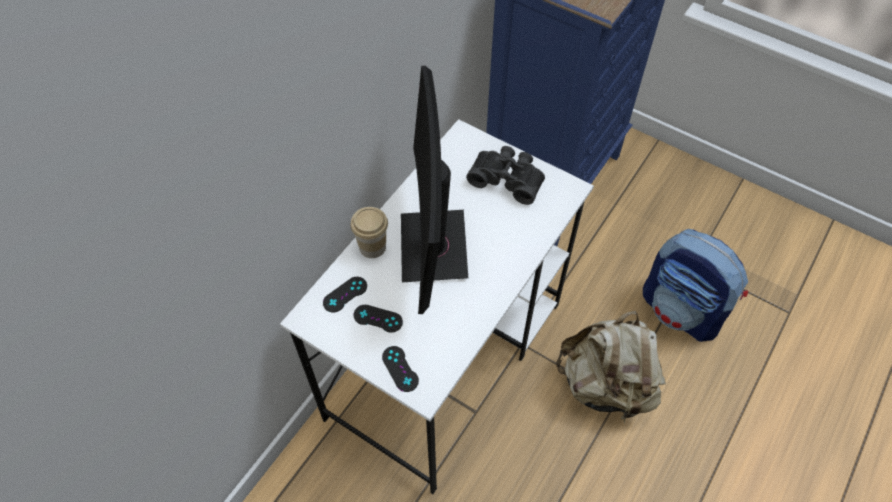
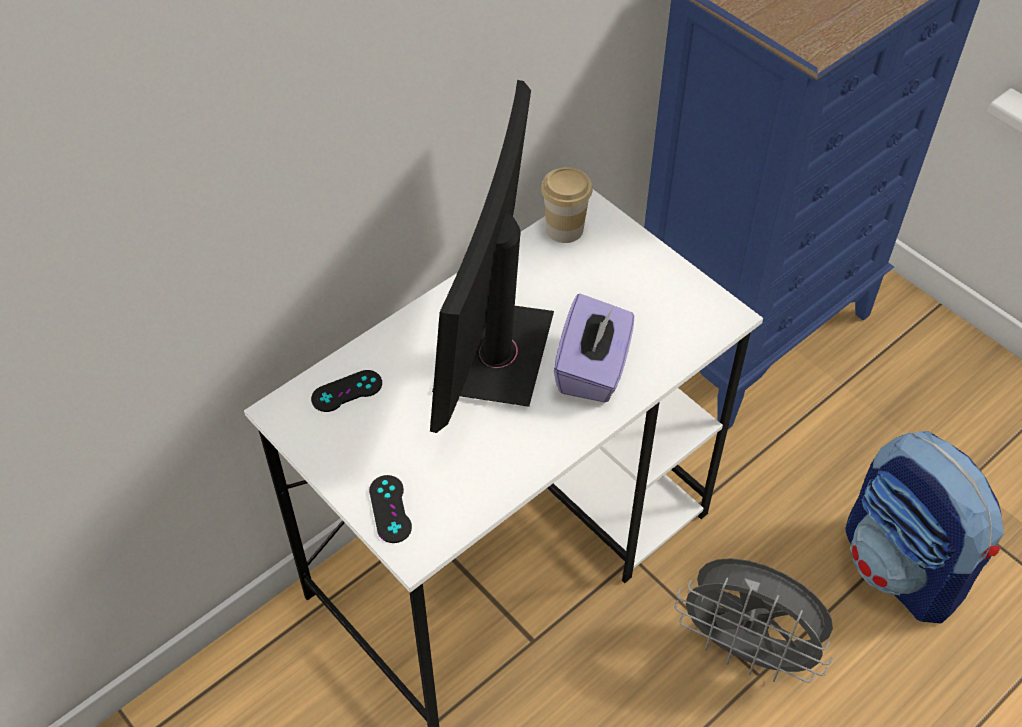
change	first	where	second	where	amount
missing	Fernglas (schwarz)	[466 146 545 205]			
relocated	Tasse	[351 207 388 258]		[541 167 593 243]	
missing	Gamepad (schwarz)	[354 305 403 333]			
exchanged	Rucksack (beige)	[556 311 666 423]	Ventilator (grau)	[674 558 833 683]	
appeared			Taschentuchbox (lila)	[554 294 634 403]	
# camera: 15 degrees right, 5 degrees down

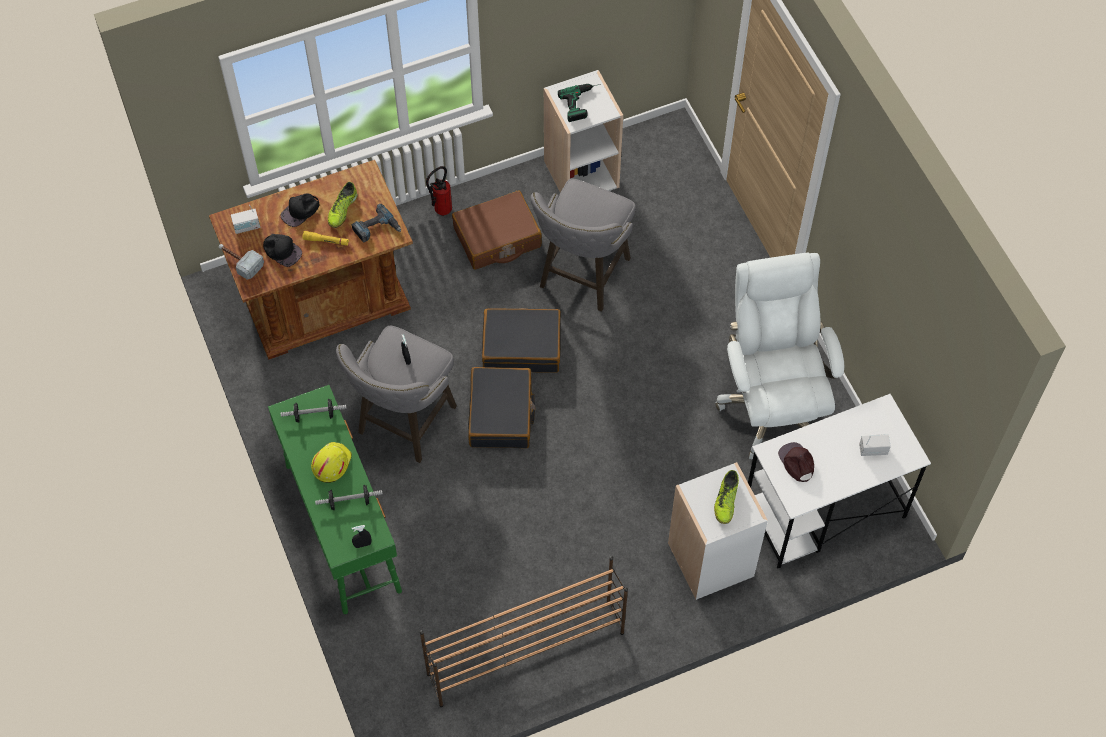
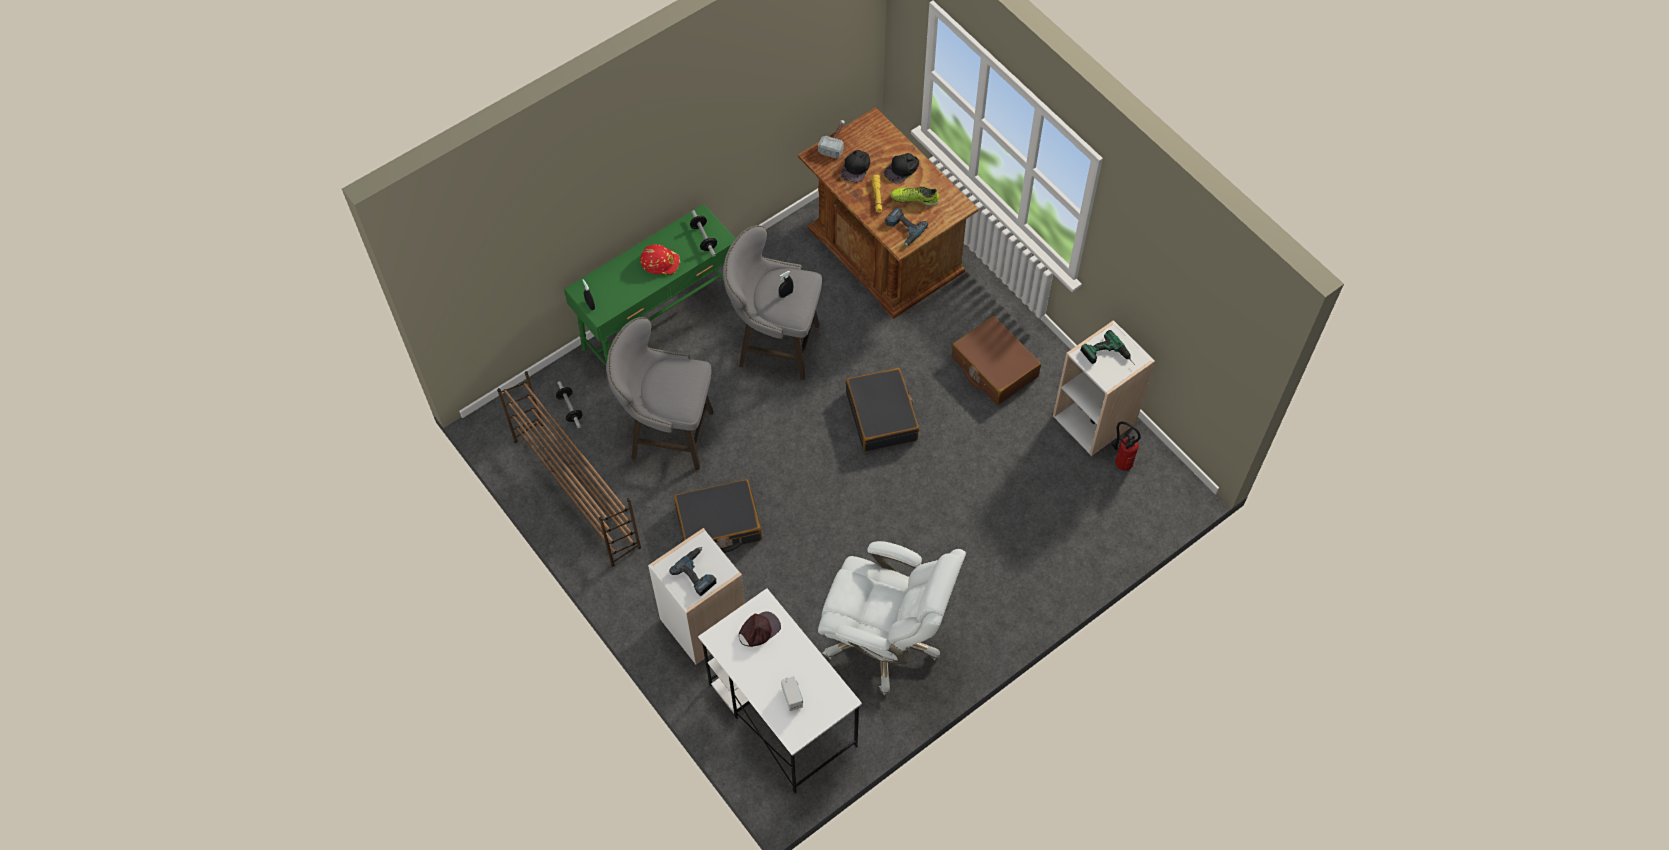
change	first	where	second	where	amount
relocated	Feuerlöscher	[426 166 452 216]		[1112 422 1141 470]	
relocated	Hocker (grau)	[531 179 635 312]		[606 317 714 470]	
spun	Kappe (schwarz)	[281 193 320 227]		[884 153 919 183]	75 degrees counterclockwise
missing	Radio	[231 205 260 234]			
spun	Bürostuhl (weiß)	[715 253 844 460]		[818 541 966 695]	45 degrees clockwise
relocated	Koffer (schwarz)	[468 367 535 448]		[674 479 762 553]	
colour	Schutzhelm (gelb)	[311 442 352 483]	Schutzhelm (rot)	[640 244 680 275]	
exchanged	Schuh	[714 470 739 524]	Bohrmaschine	[669 547 717 596]	
relocated	Hantel	[315 485 383 510]		[556 381 583 428]	
# camera: 75 degrees right, 0 degrees up

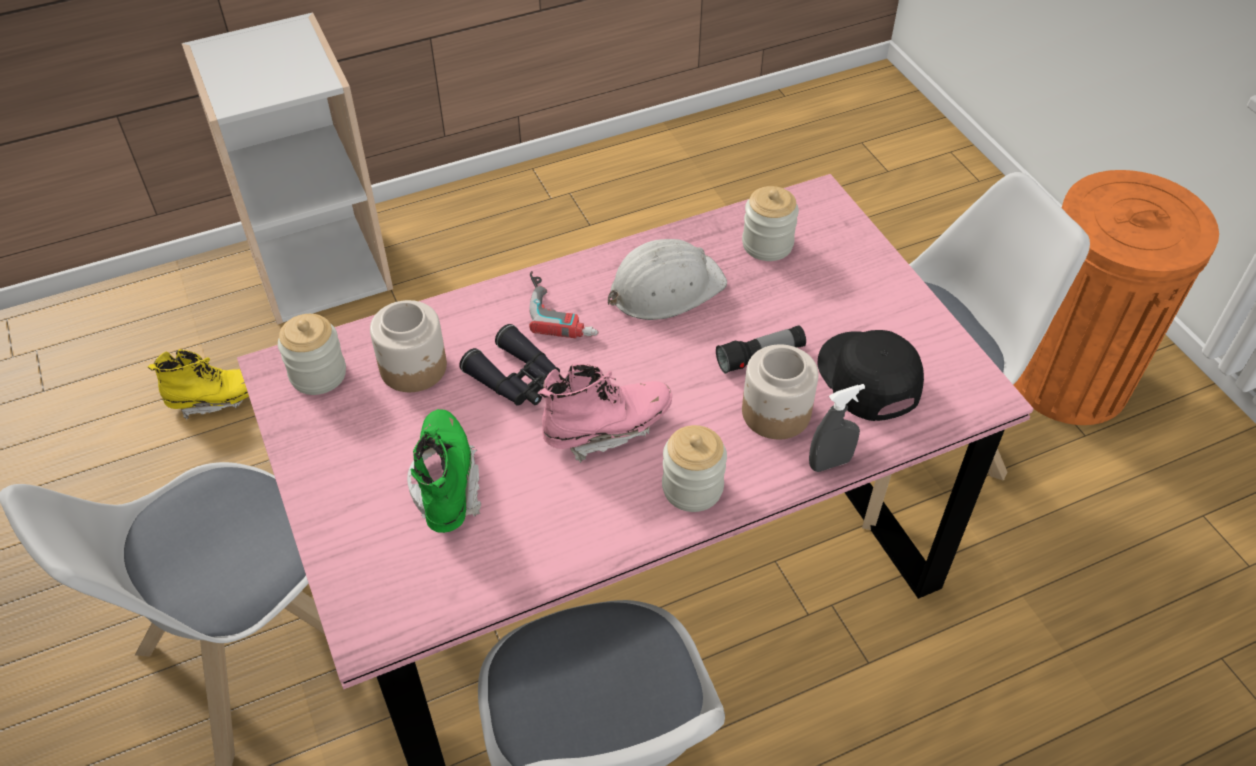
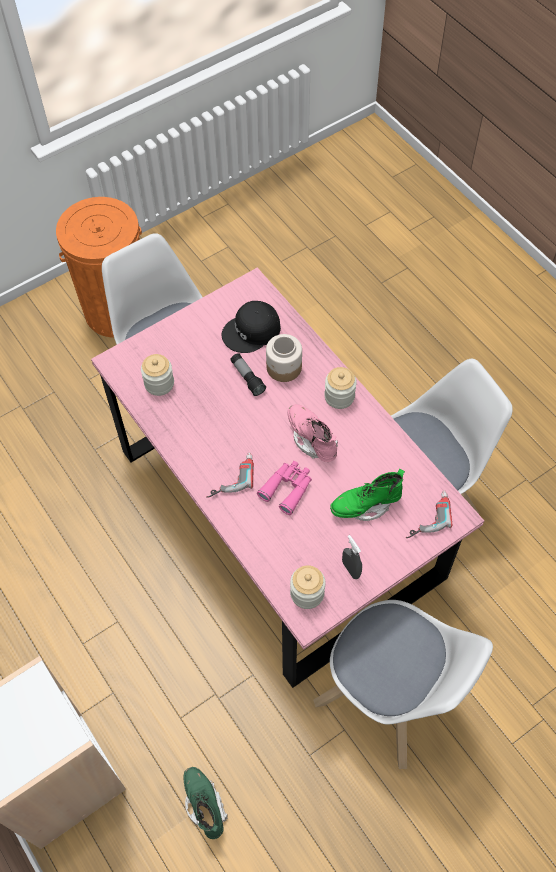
change	first	where	second	where	amount
missing	Schutzhelm (weiß)	[608 239 727 320]			
missing	Vorratsglas	[370 300 447 392]			
colour	Fernglas (schwarz)	[459 324 560 406]	Fernglas (rosa)	[257 461 312 515]	
colour	Stiefel (gelb)	[148 349 249 420]	Stiefel (grün)	[183 767 228 839]	
relocated	Sprühflasche (grau)	[809 384 865 472]		[342 535 362 579]	
appeared			Bohrmaschine	[406 490 453 538]	
# camera: 100 degrees left, 10 degrees up

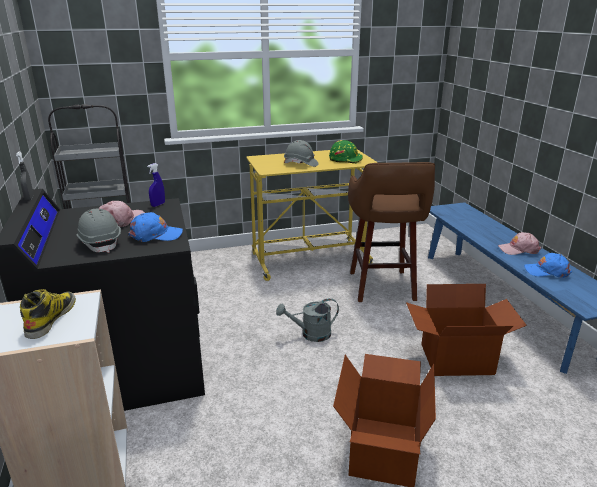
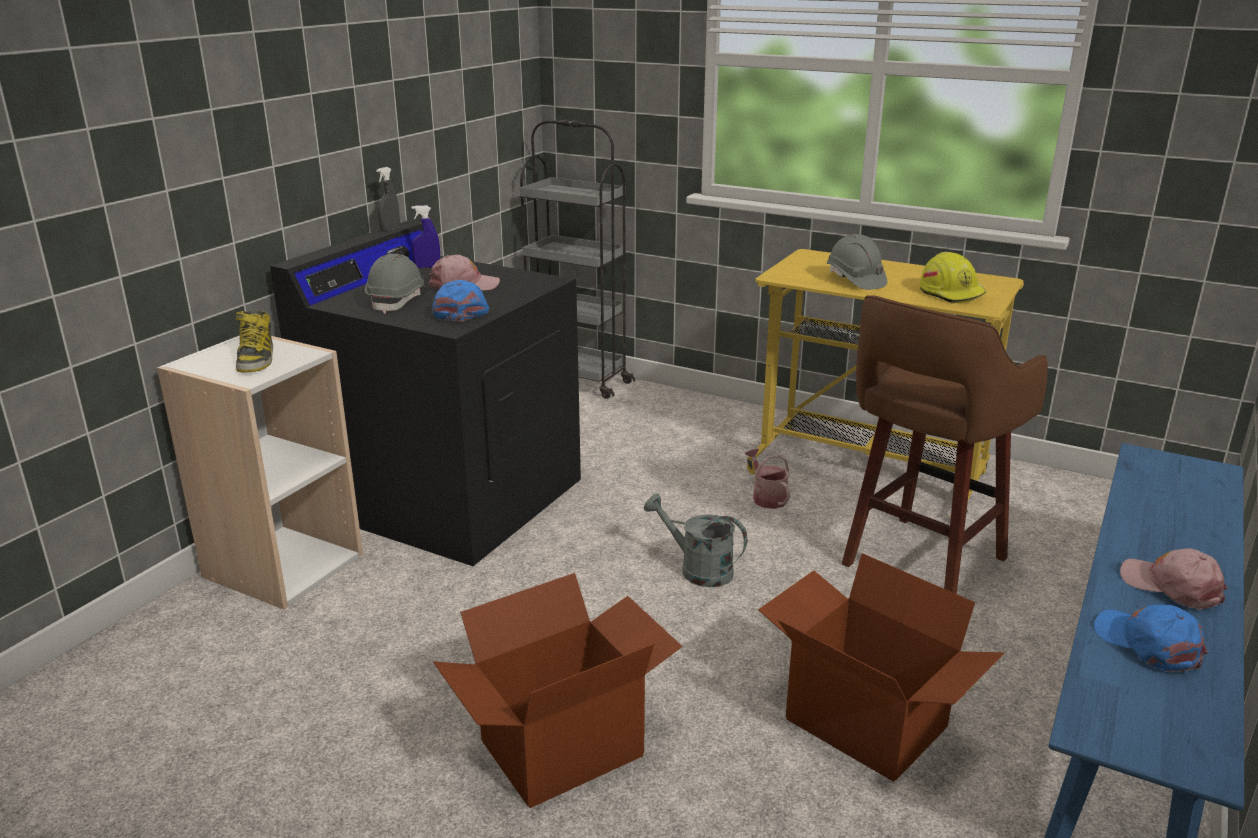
change	first	where	second	where	amount
colour	Schutzhelm (grün)	[329 140 363 164]	Schutzhelm (gelb)	[919 252 986 304]	
relocated	Sprühflasche (blau)	[147 163 165 207]		[412 205 440 268]	
spun	Kappe (blau)	[129 212 183 242]		[432 280 489 321]	135 degrees counterclockwise
spun	Stiefel	[20 289 76 339]		[236 310 273 372]	120 degrees clockwise
appeared			Gießkanne	[745 449 790 509]	
# camera: 45 degrees right, 0 degrees up

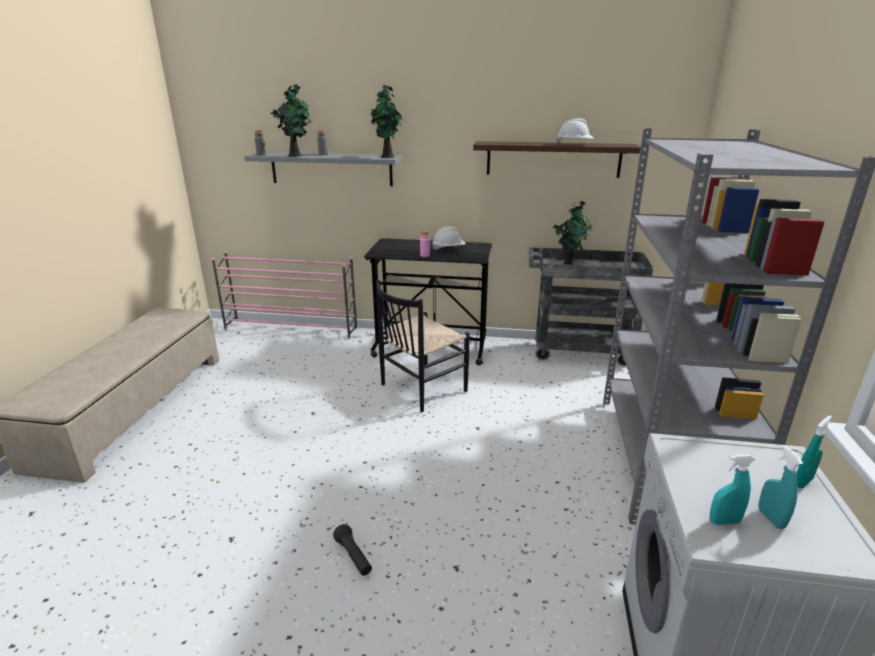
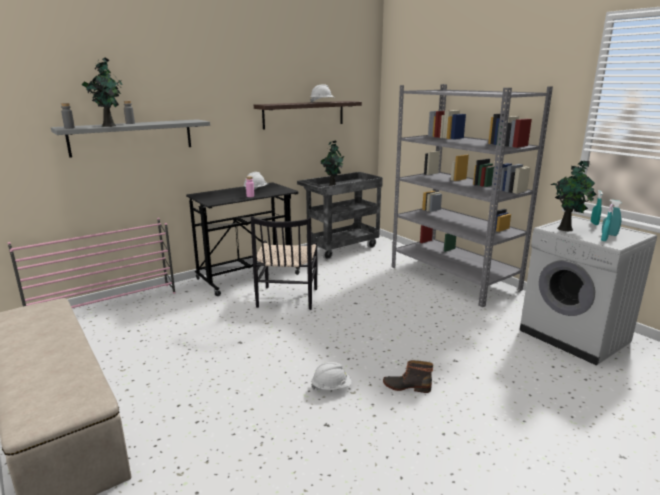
change	first	where	second	where	amount
relocated	Topfpflanze	[371 84 403 158]		[550 161 597 231]	
exchanged	Taschenlampe (schwarz)	[333 524 372 576]	Stiefel	[383 360 433 393]	
appeared			Schutzhelm (weiß)	[311 362 352 390]	
# camera: 45 degrees left, 5 degrees down

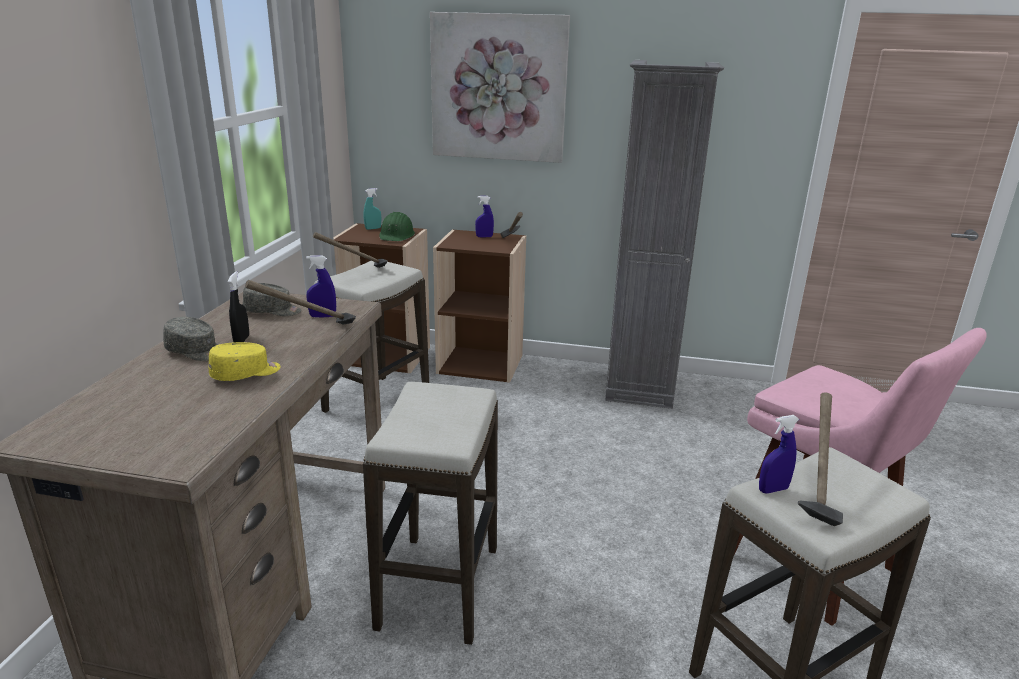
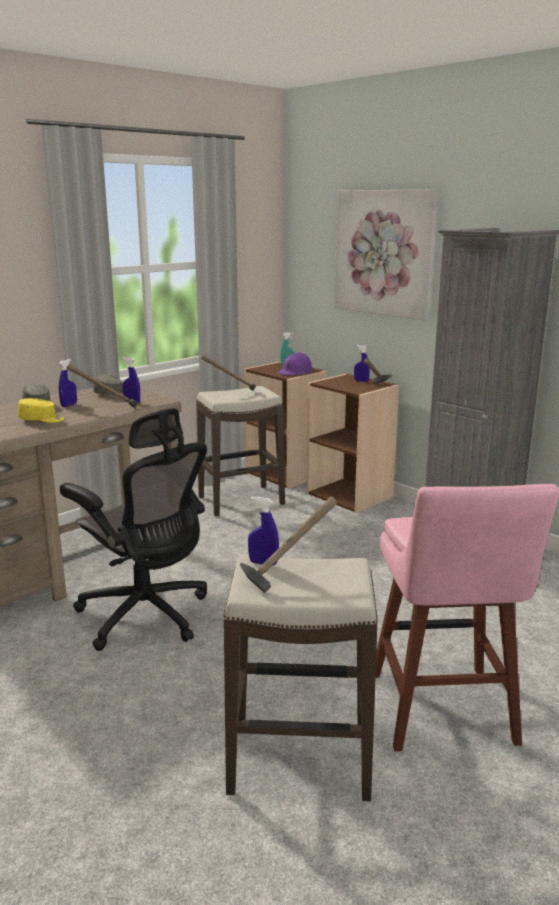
change	first	where	second	where	amount
colour	Schutzhelm (grün)	[380 212 415 241]	Schutzhelm (lila)	[278 352 313 375]	
colour	Sprühflasche (schwarz)	[228 272 249 342]	Sprühflasche (blau)	[59 359 77 407]	
exchanged	Hocker	[363 382 498 645]	Bürostuhl	[60 408 207 651]	
# camera: 35 degrees right, 5 degrees down

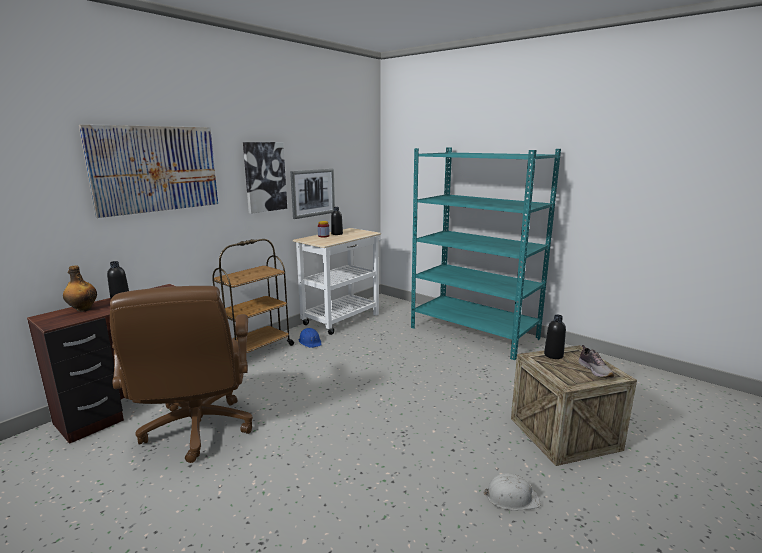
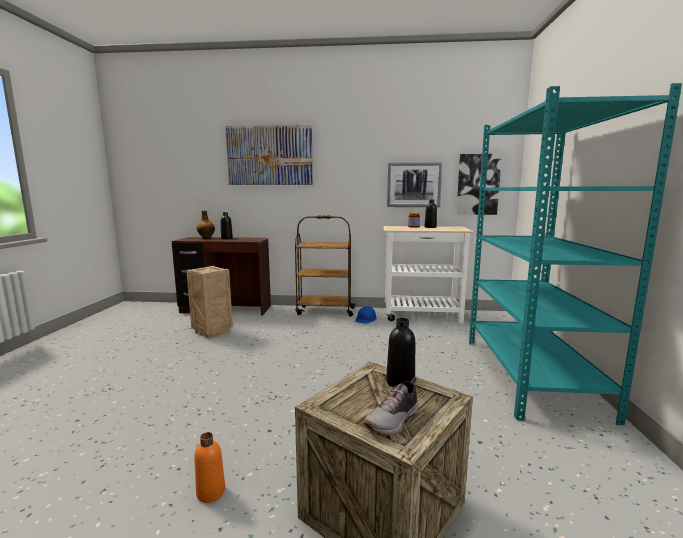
change	first	where	second	where	amount
relocated	Bild	[243 142 287 214]		[456 154 502 215]	
exchanged	Bürostuhl (braun)	[110 286 253 463]	Kiste	[186 266 233 339]	
exchanged	Schutzhelm (weiß)	[483 473 541 510]	Flasche (orange)	[194 432 225 503]	
# camera: 55 degrees right, 5 degrees down

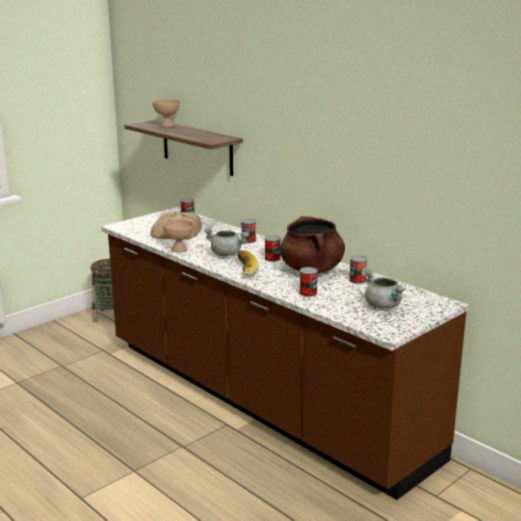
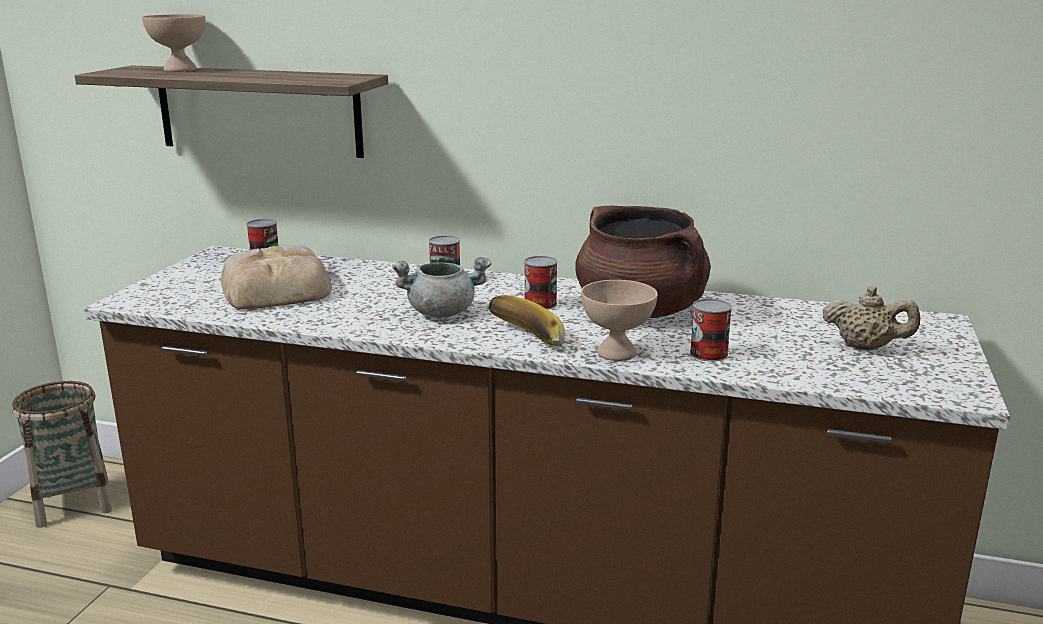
change	first	where	second	where	amount
relocated	Schüssel (beige)	[163 220 194 252]		[581 280 658 361]	
missing	Dose	[349 255 368 284]			
exchanged	Kochtopf (grau)	[364 270 406 308]	Teekanne (beige)	[823 286 920 350]	
# camera: 30 degrees left, 0 degrees up

